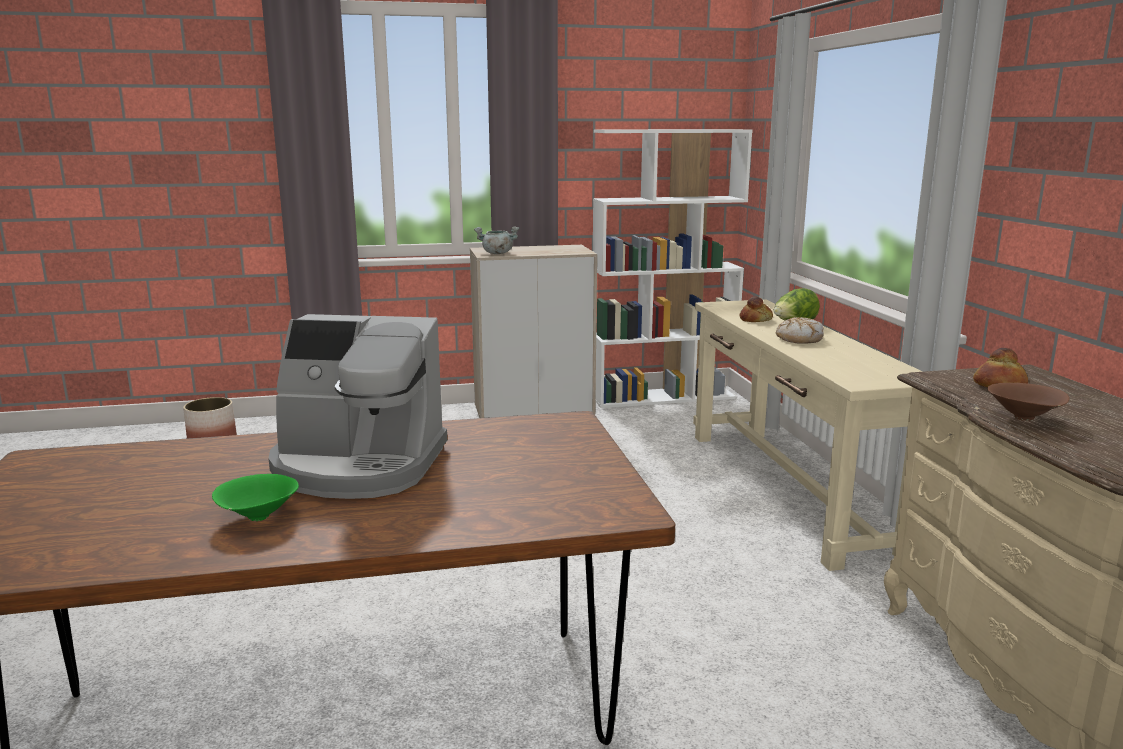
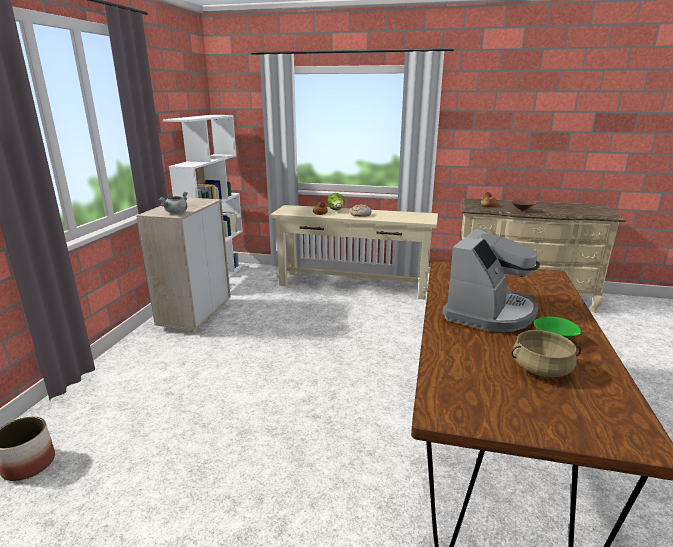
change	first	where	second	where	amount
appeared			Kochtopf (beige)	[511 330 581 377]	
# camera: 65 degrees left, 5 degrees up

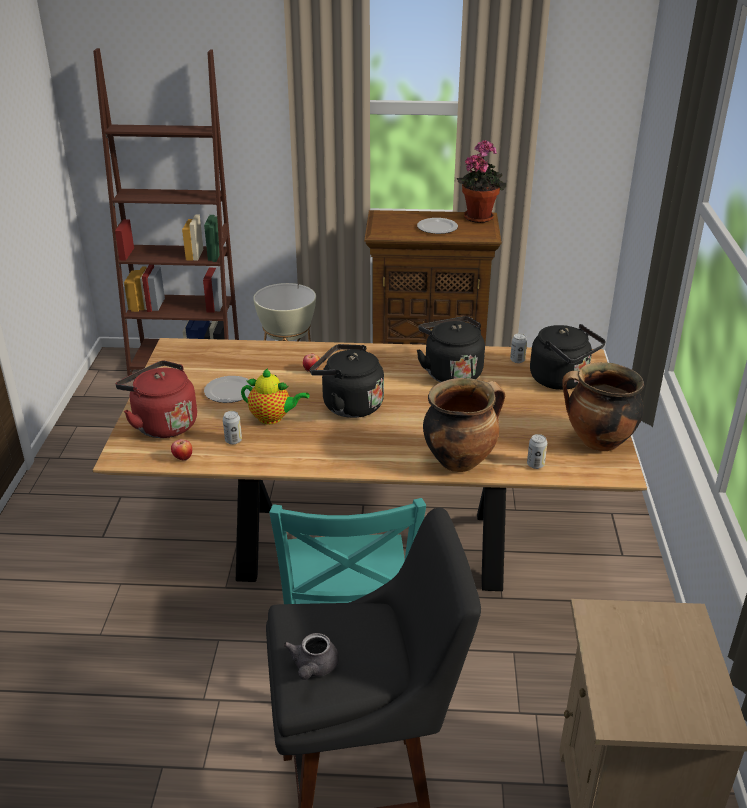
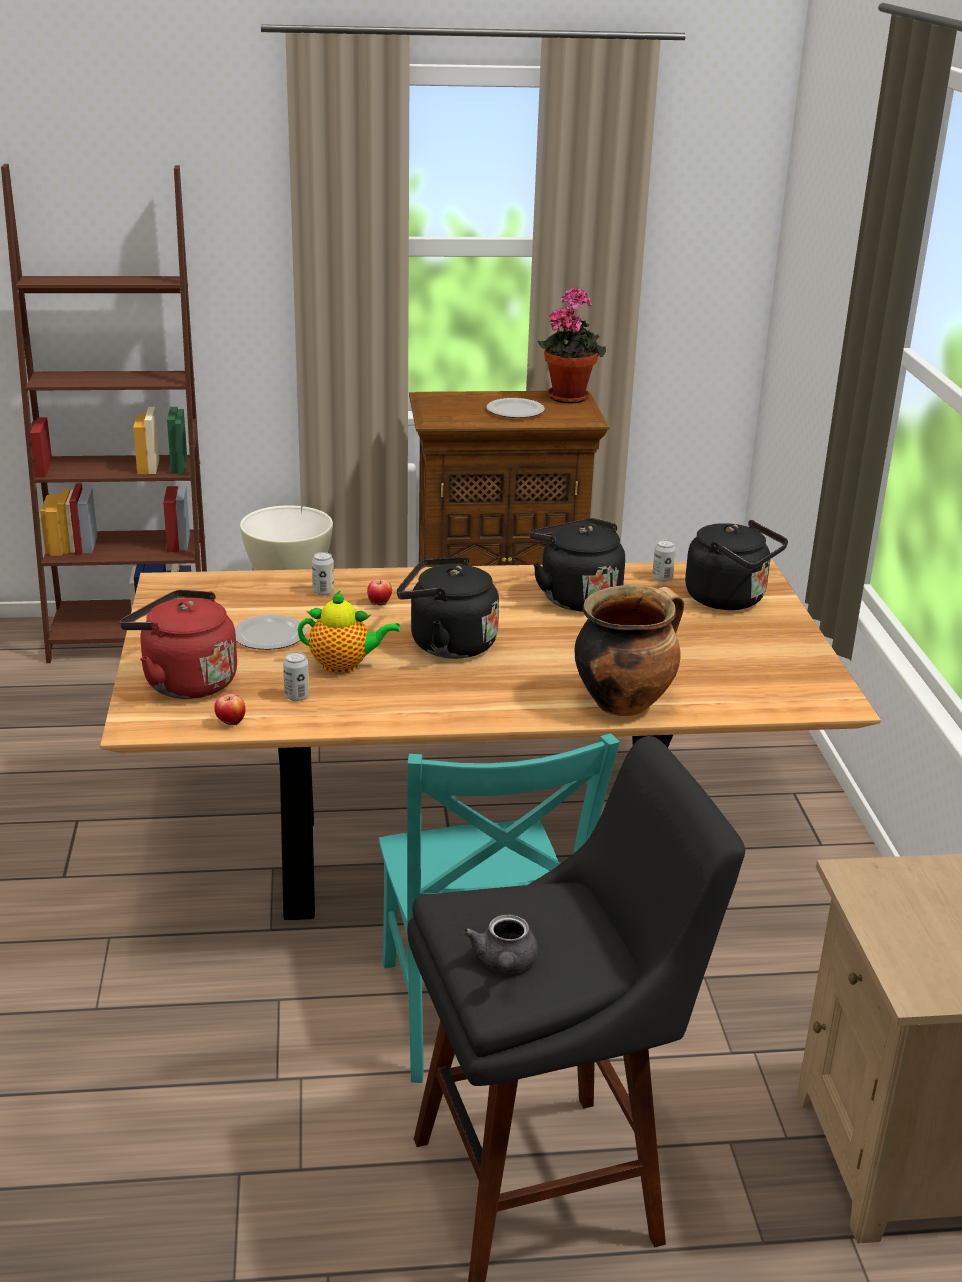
change	first	where	second	where	amount
missing	Kochtopf	[562 362 644 451]			
relocated	Dose	[527 434 547 469]		[312 552 334 595]	
# camera: 10 degrees left, 5 degrees down

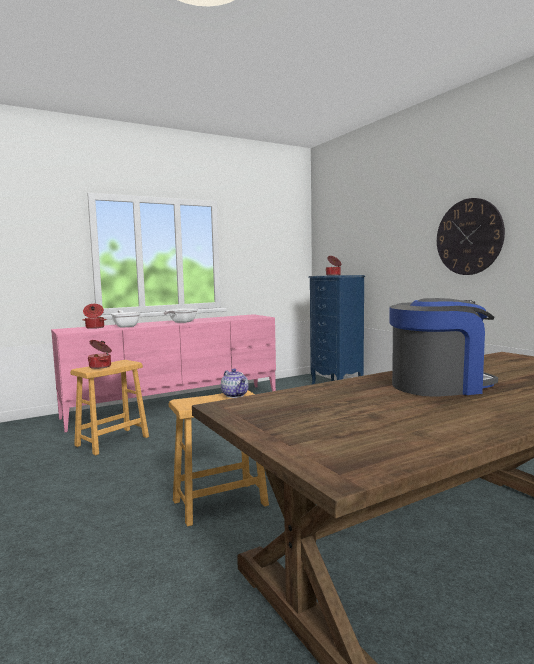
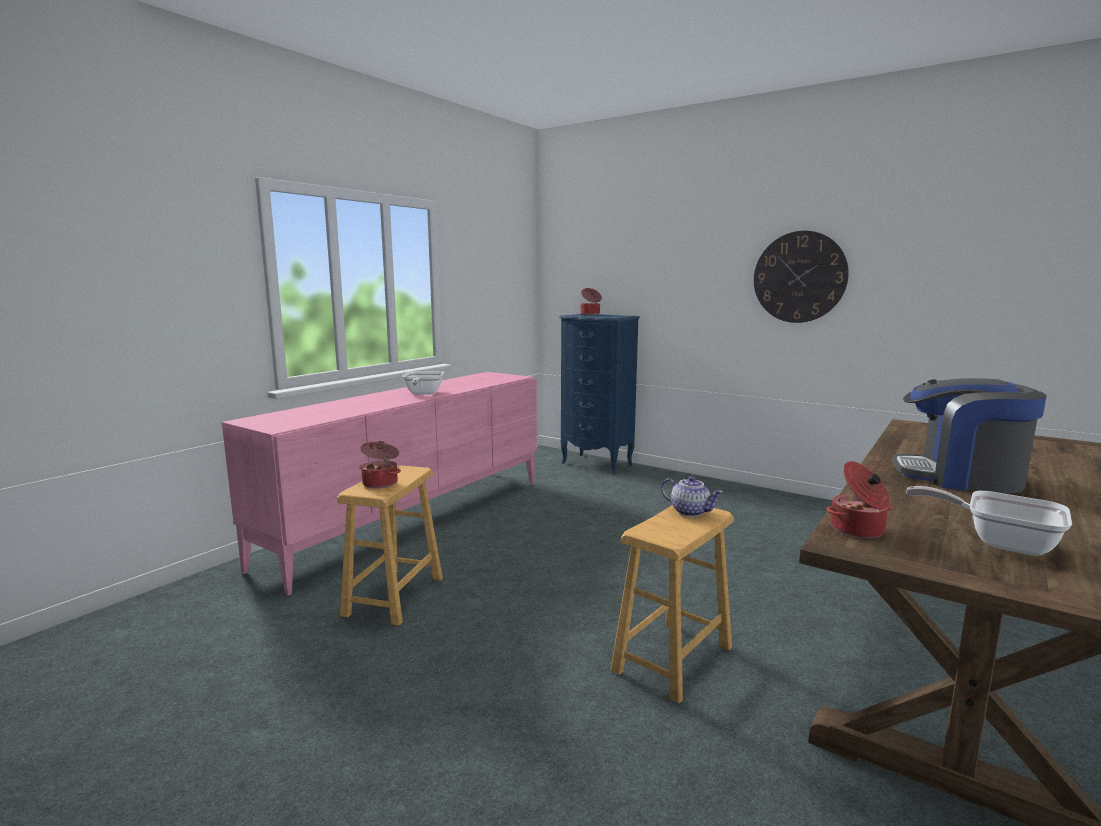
change	first	where	second	where	amount
spun	Kaffeemaschine	[389 298 498 397]		[893 378 1047 493]	120 degrees counterclockwise
relocated	Kochtopf	[83 304 107 329]		[827 461 893 538]	
relocated	Pfanne	[111 310 141 328]		[906 486 1072 556]	
# camera: 25 degrees left, 5 degrees up

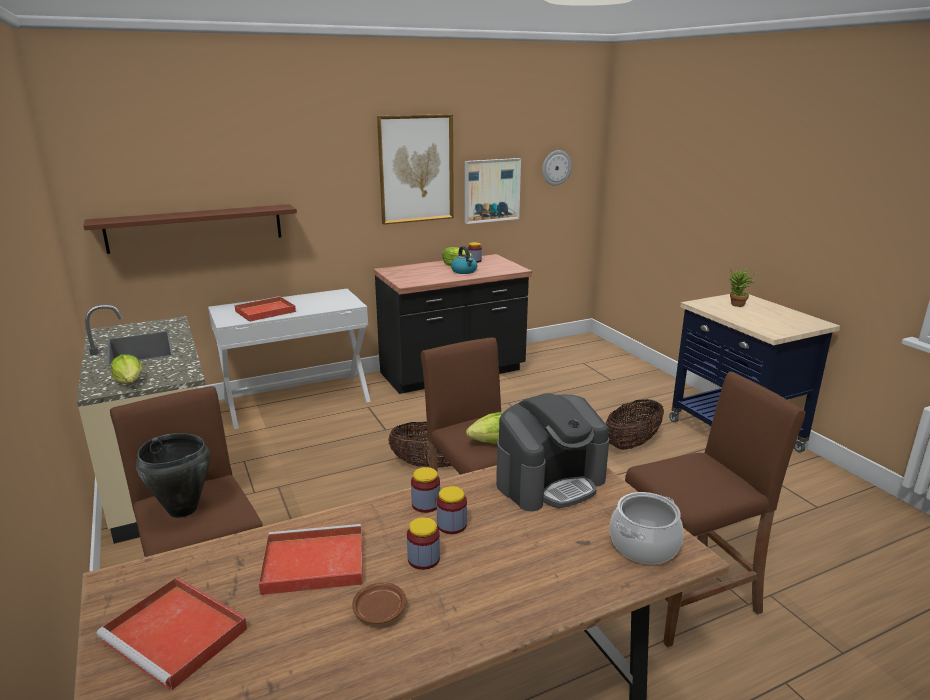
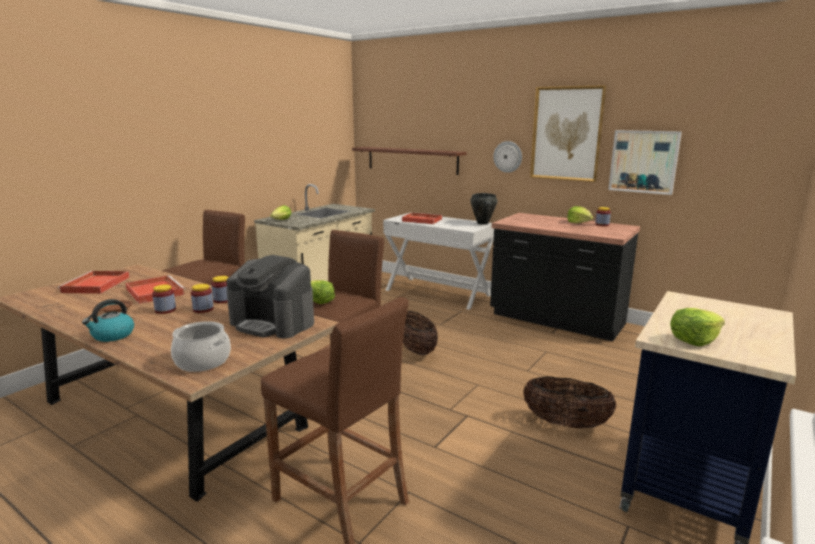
change	first	where	second	where	amount
relocated	Wanduhr	[542 150 572 186]		[493 141 522 173]	
relocated	Wasserkessel	[451 246 477 274]		[82 299 134 342]	
missing	Topfpflanze	[729 268 757 307]			
relocated	Kochtopf (schwarz)	[136 433 210 518]		[470 193 497 225]	
appeared			Salatkopf	[670 308 725 346]	
# camera: 60 degrees right, 5 degrees down

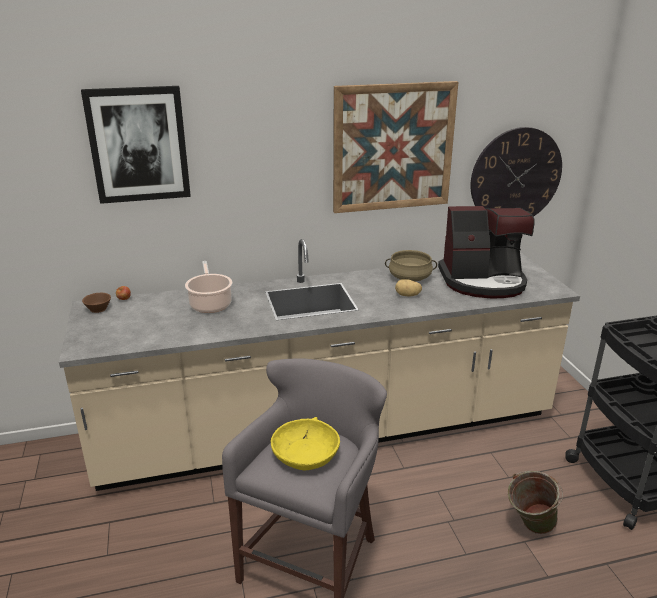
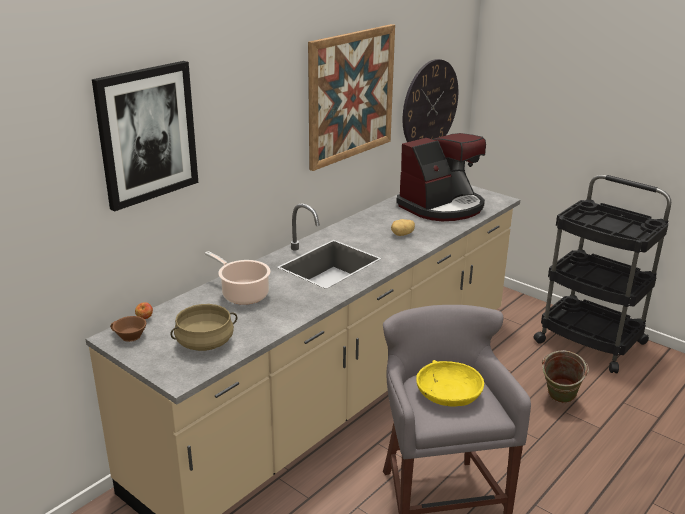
change	first	where	second	where	amount
relocated	Kochtopf (beige)	[385 250 437 281]		[170 304 237 351]	
# camera: 35 degrees left, 0 degrees up

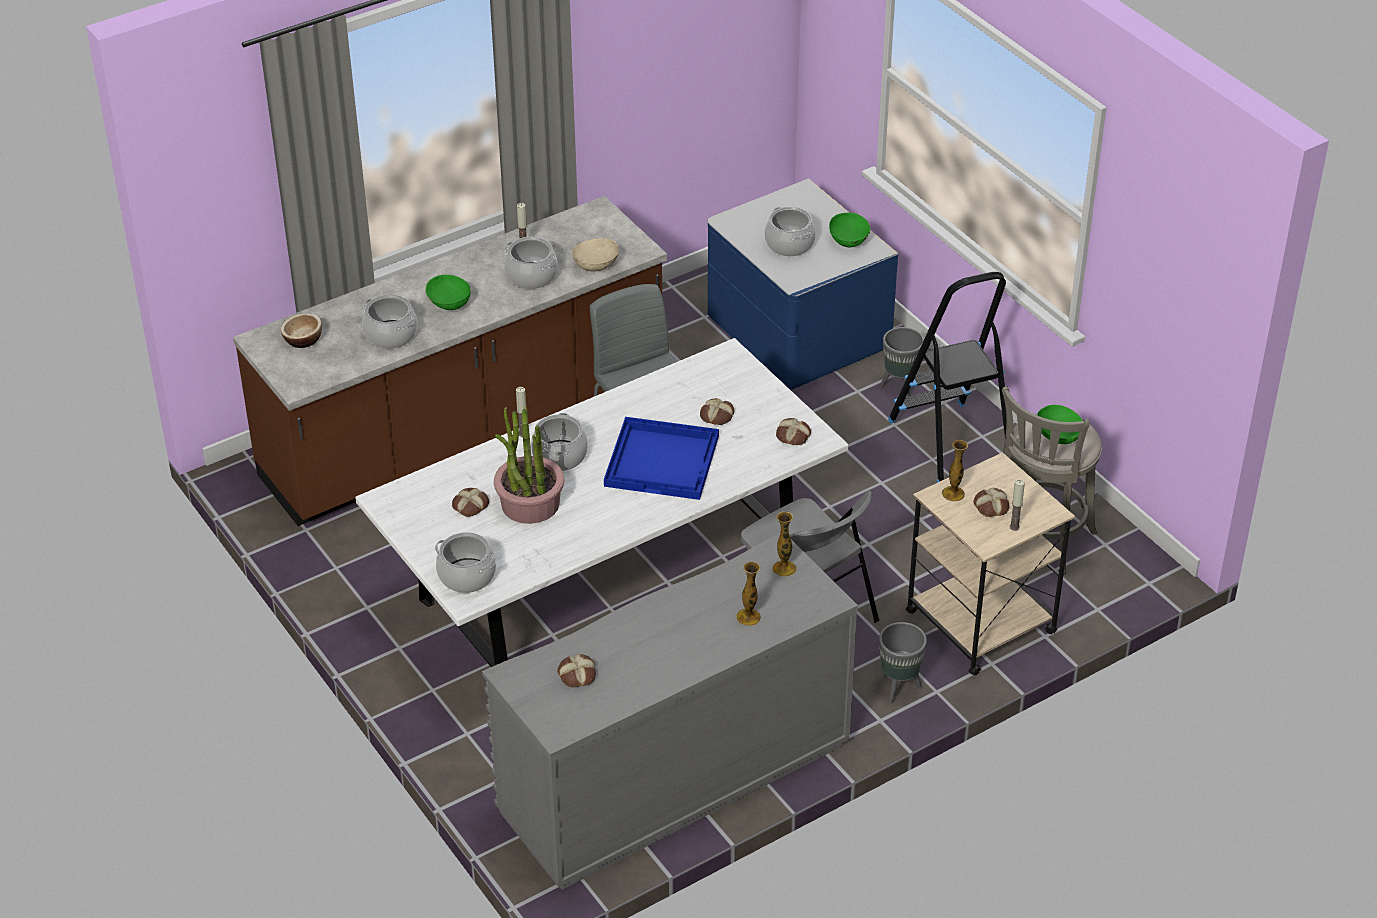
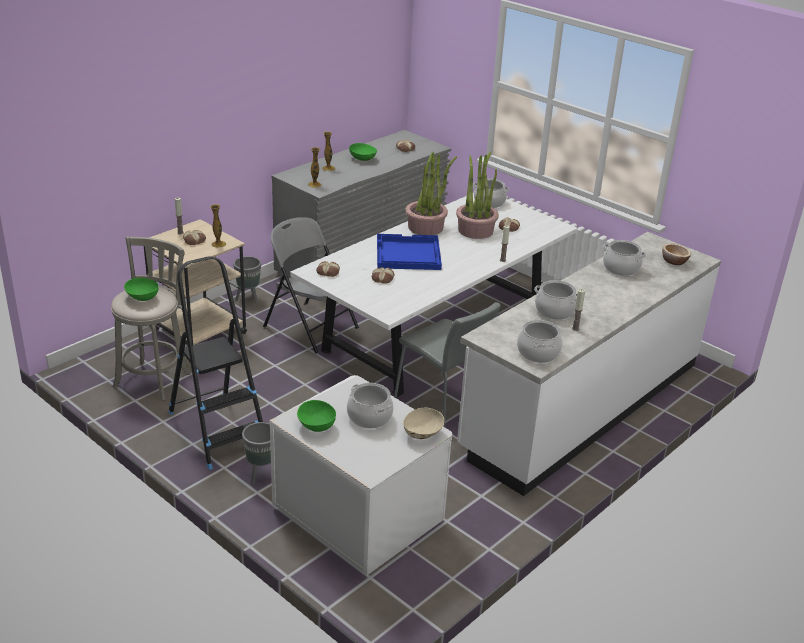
change	first	where	second	where	amount
colour	Nachttisch (blau)	[708 178 898 389]	Nachttisch (weiß)	[269 375 452 575]	
colour	Küchenzeile (braun)	[233 196 667 526]	Küchenzeile (weiß)	[457 232 721 496]	
relocated	Schüssel (beige)	[572 238 619 272]		[403 408 445 439]	
relocated	Schüssel (grün)	[425 274 471 310]		[349 143 377 161]	
relocated	Kochtopf	[531 413 588 471]		[517 319 563 363]	
appeared			Topfpflanze	[405 152 457 235]	
# camera: 165 degrees right, 10 degrees down

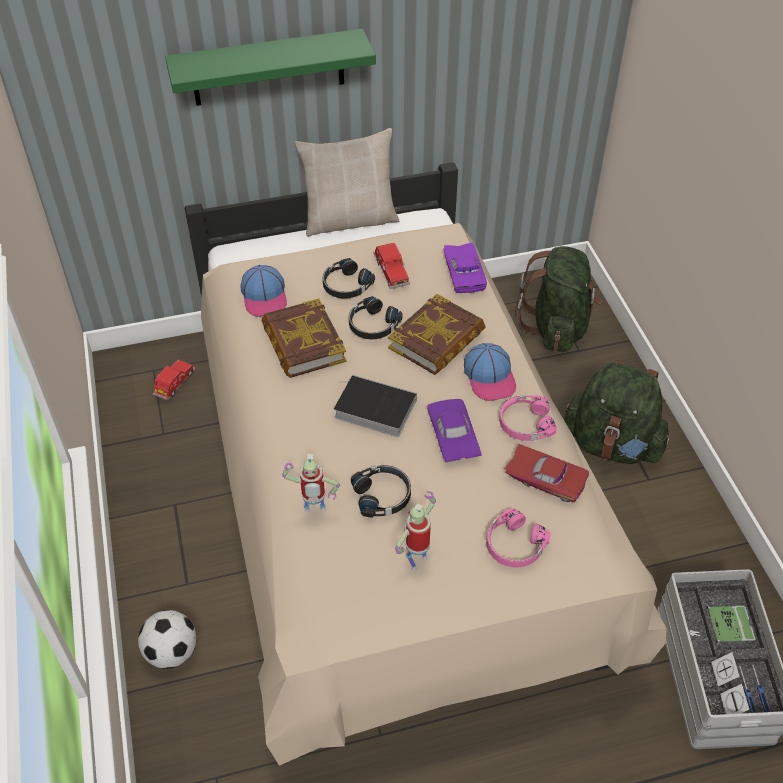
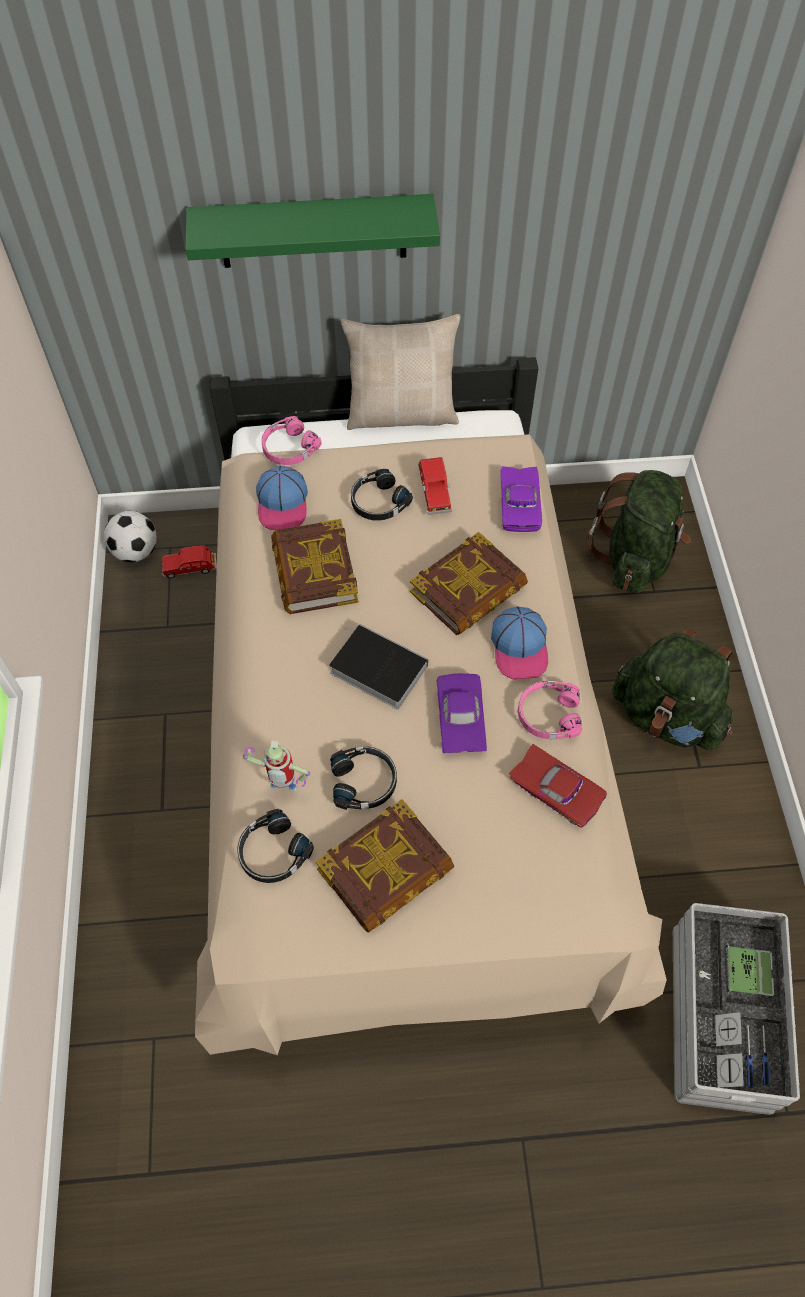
change	first	where	second	where	amount
relocated	Kopfhörer (schwarz)	[349 296 402 339]		[237 809 314 883]	
spun	Spielzeugauto (rot)	[153 360 195 401]		[162 545 217 578]	135 degrees counterclockwise
exchanged	Spielzeugroboter	[395 491 436 570]	Buch	[316 799 454 933]	
relocated	Kopfhörer (rosa)	[486 508 551 567]		[261 416 322 465]	
relocated	Fußball	[138 610 196 669]		[104 511 157 562]	
# camera: 10 degrees right, 10 degrees up

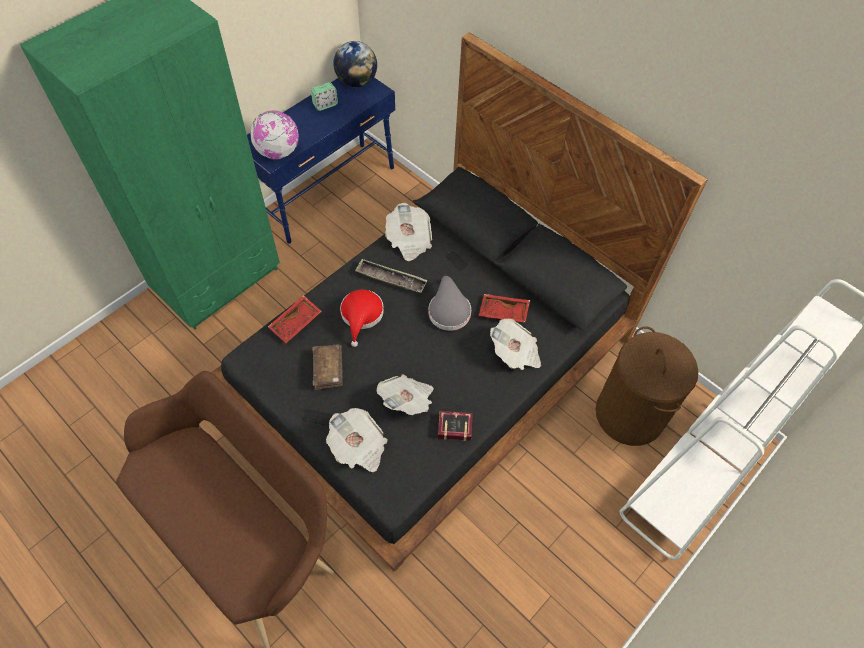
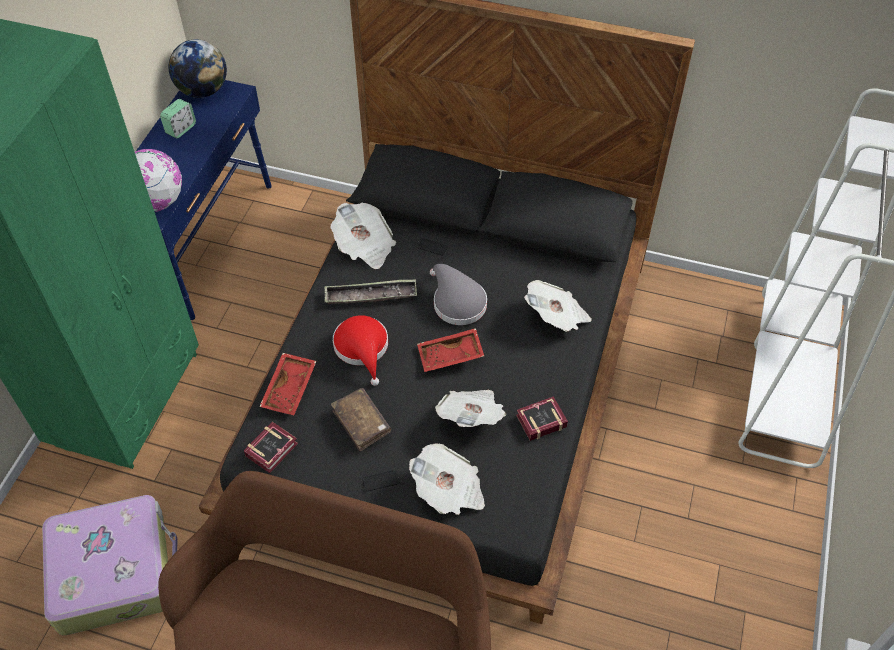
change	first	where	second	where	amount
relocated	Tablett (rot)	[478 294 530 322]		[417 328 484 372]	
missing	Wäschekorb (braun)	[596 326 698 446]			
appeared			Buch	[244 422 298 473]	
appeared			Koffer	[42 495 177 635]	
# camera: 25 degrees left, 5 degrees down

